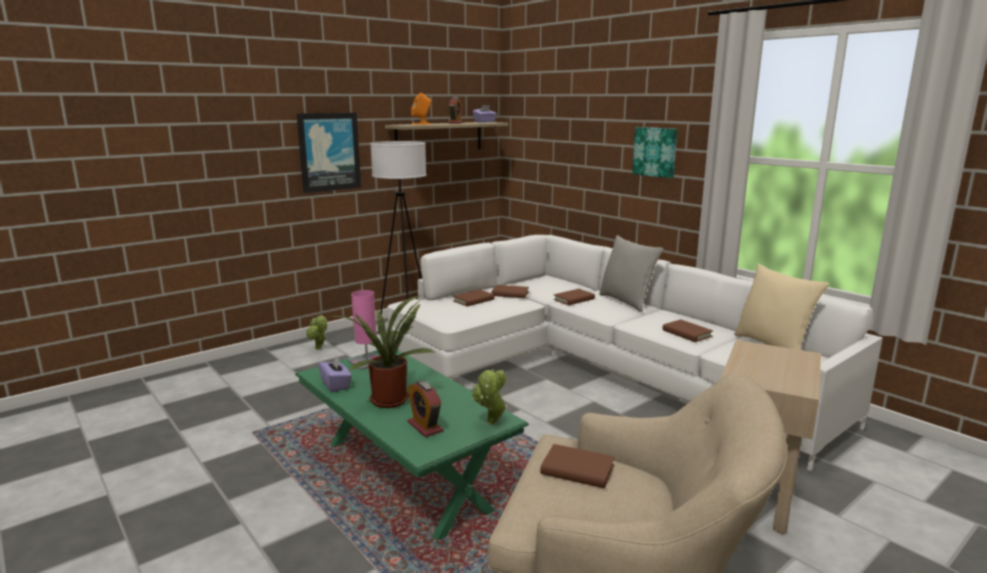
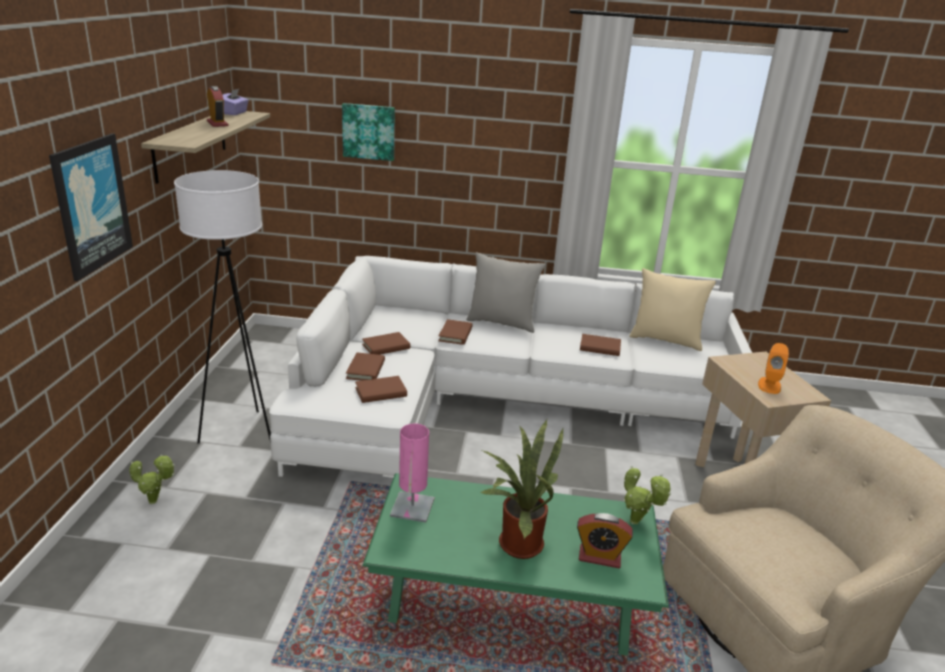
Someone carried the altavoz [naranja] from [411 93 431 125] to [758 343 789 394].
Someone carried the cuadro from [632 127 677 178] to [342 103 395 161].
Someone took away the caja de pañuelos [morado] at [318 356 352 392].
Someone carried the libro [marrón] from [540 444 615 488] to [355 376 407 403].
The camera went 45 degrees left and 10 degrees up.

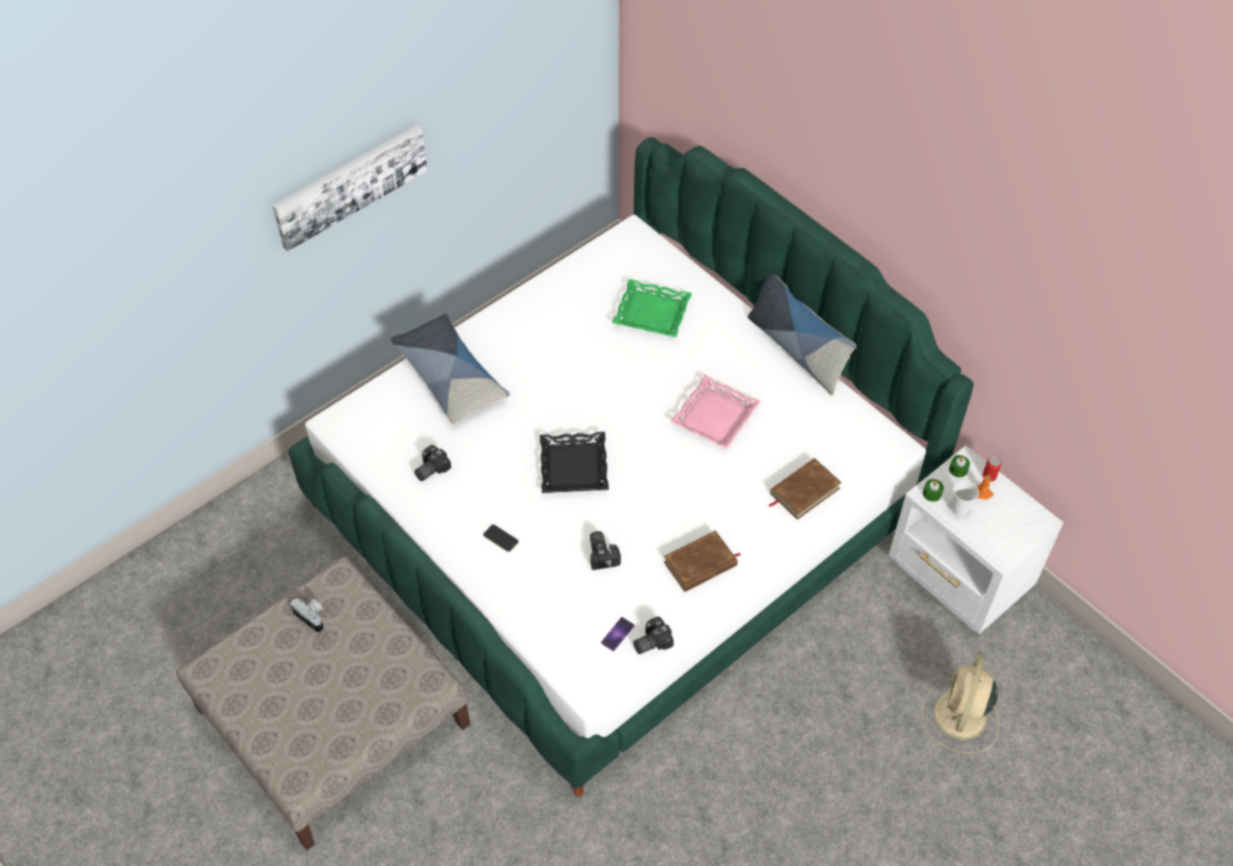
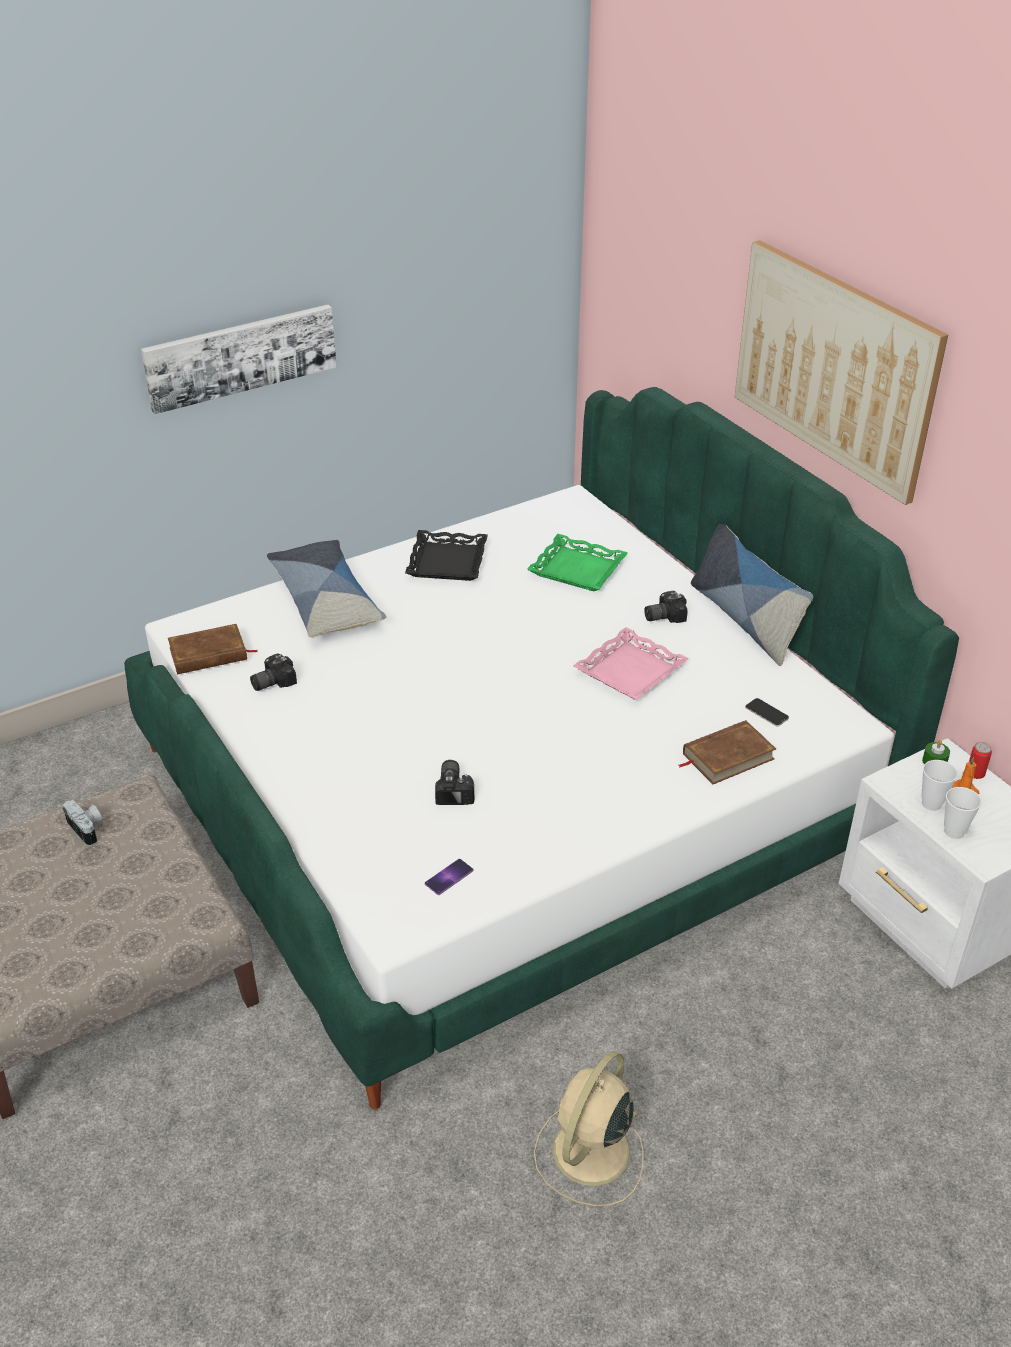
Someone carried the bandeja [negro] from [540 432 609 493] to [405 530 488 581].
Someone took away the vela [verde] at [923 479 944 502].
Someone carried the móvil from [483 524 519 552] to [745 698 789 726].
Someone carried the libro [marrón] from [664 530 740 592] to [168 624 257 674].
Someone carried the cámara from [633 617 674 654] to [644 591 688 623].
Someone carried the ventilador [beis] from [922 653 999 753] to [534 1051 644 1207].
Someone put up the cuadro at [735 240 948 505].
Someone put down the taza at [944 787 982 839].
The camera went 10 degrees right and 15 degrees down.

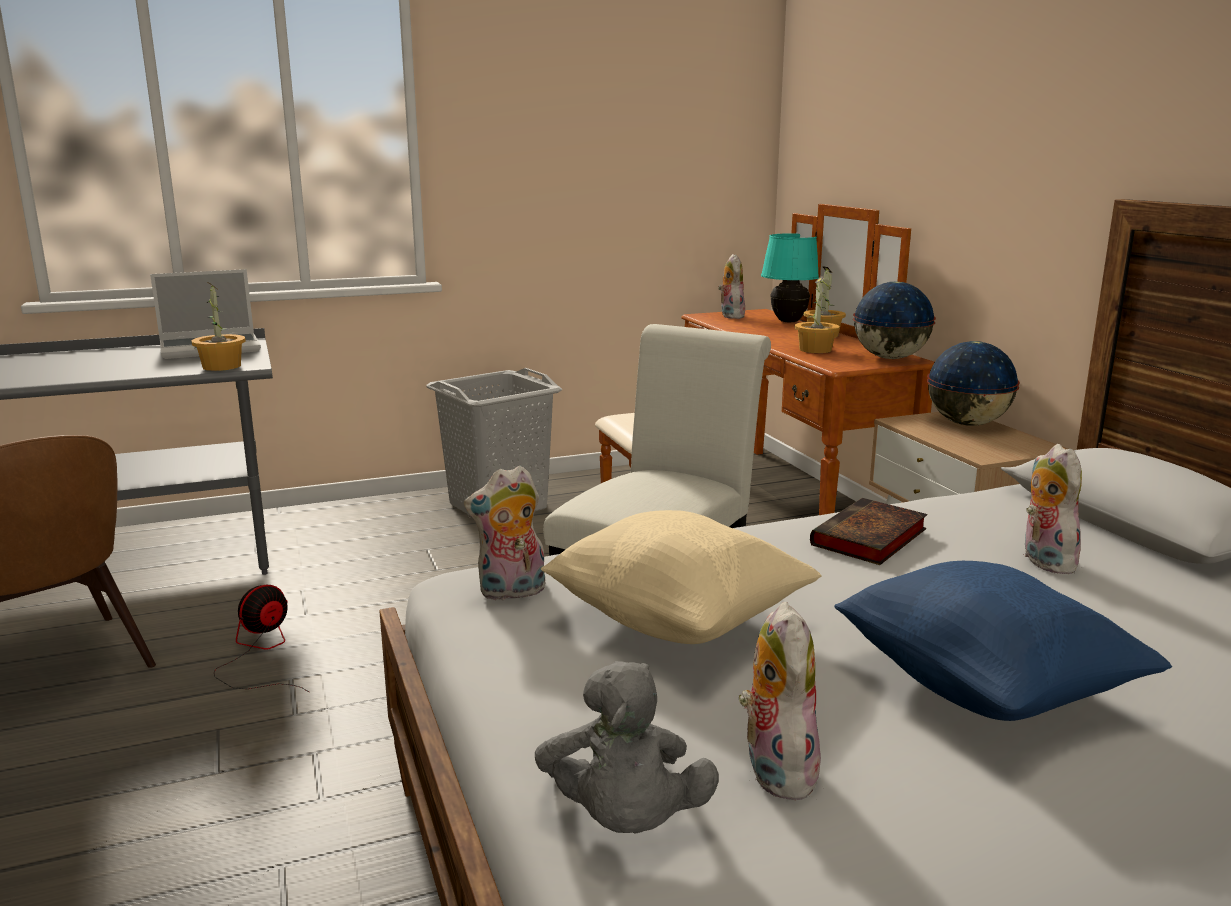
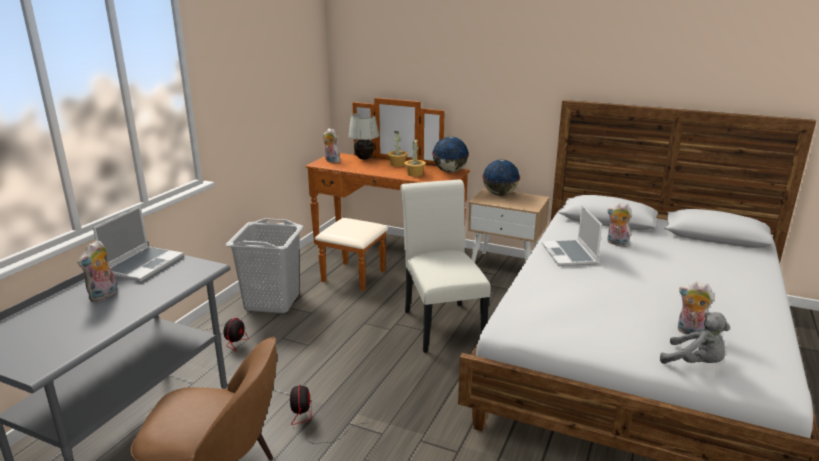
Someone repainted the lámpara de mesa [turquesa] at [761 233 819 322], which became the lámpara de mesa [blanco] at [348 113 379 160].
Someone took away the planta en maceta at [191 283 246 371].
Someone carried the peluche from [464 465 545 601] to [77 240 118 302].
Someone swapped the libro at [810 498 928 565] for the portátil at [542 205 602 266].
Someone took away the cojín [beis] at [541 510 821 644].
Someone took away the cojín [azul] at [834 561 1172 721].
Someone put down the ventilador at [207 318 248 351].
The camera went 45 degrees left and 5 degrees up.

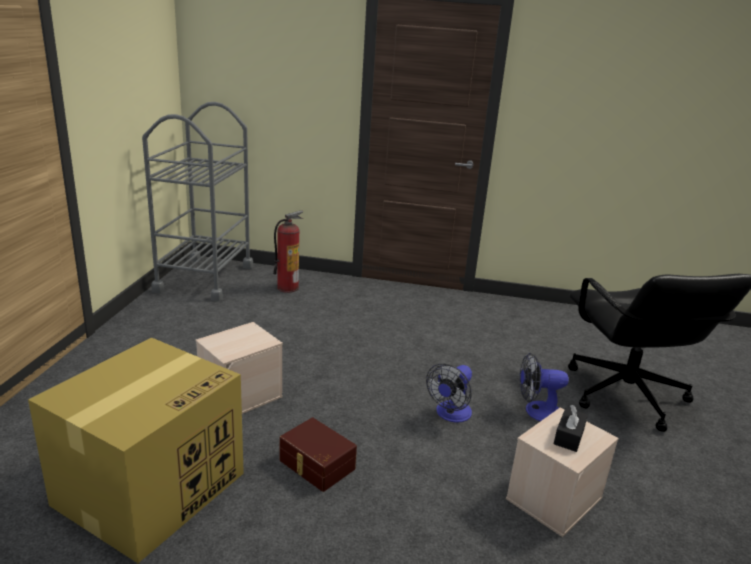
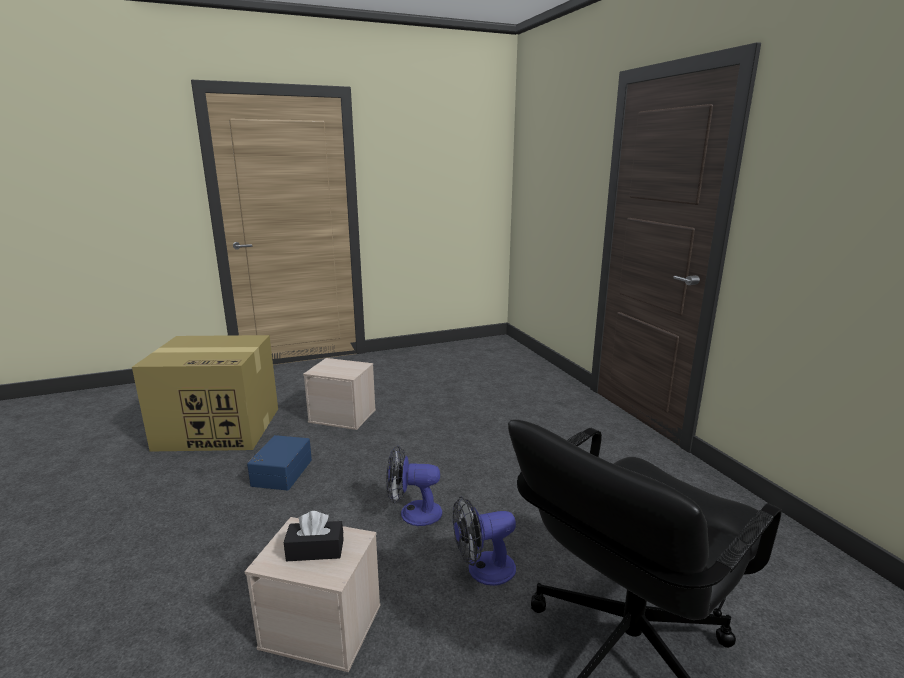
Someone took away the carrito [gris] at [142 102 253 301].
Someone took away the extintor at [273 210 303 293].
Someone rotated the ventilador at [520 353 569 421] by 75 degrees counterclockwise.
Someone repainted the caja de almacenaje [marrón] at [279 417 357 492], which became the caja de almacenaje [azul] at [247 435 312 491].
The camera went 60 degrees right and 5 degrees down.

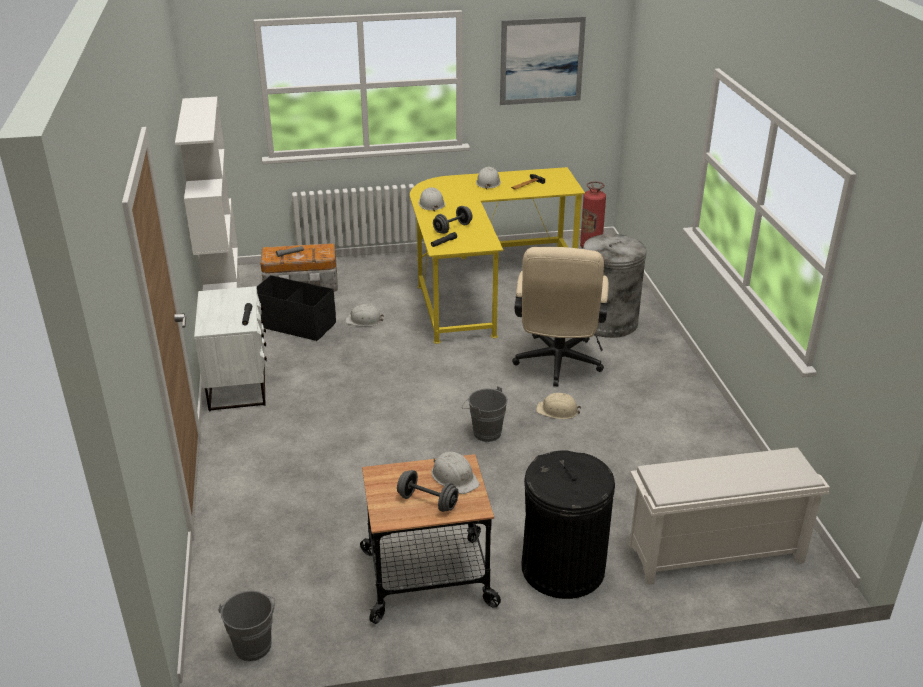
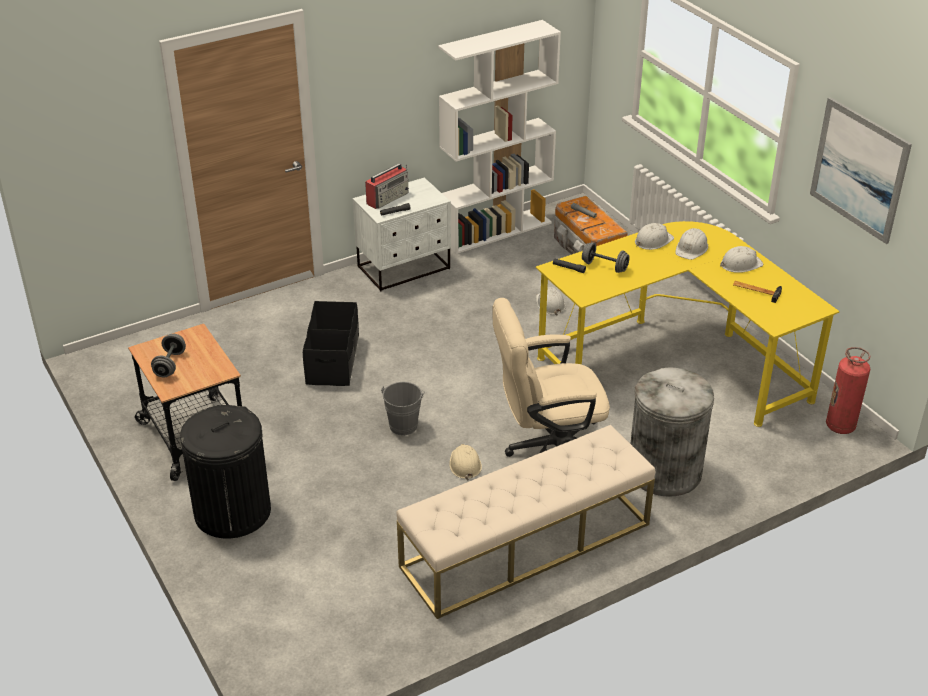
Someone carried the caja de almacenaje [negro] from [257 275 336 341] to [303 301 359 386].
Someone took away the zapatero [blanco] at [629 447 830 585].
Someone carried the casco [blanco] from [431 452 480 494] to [675 228 708 260].
Someone took away the cubo [gris] at [218 590 275 662].
Someone put down the radio at [365 164 409 209].
Someone put down the banco [beis] at [397 425 655 619].
The camera went 70 degrees right and 5 degrees up.

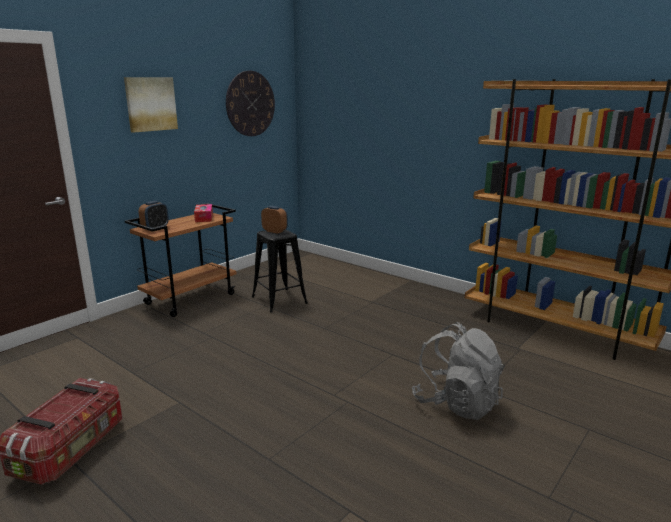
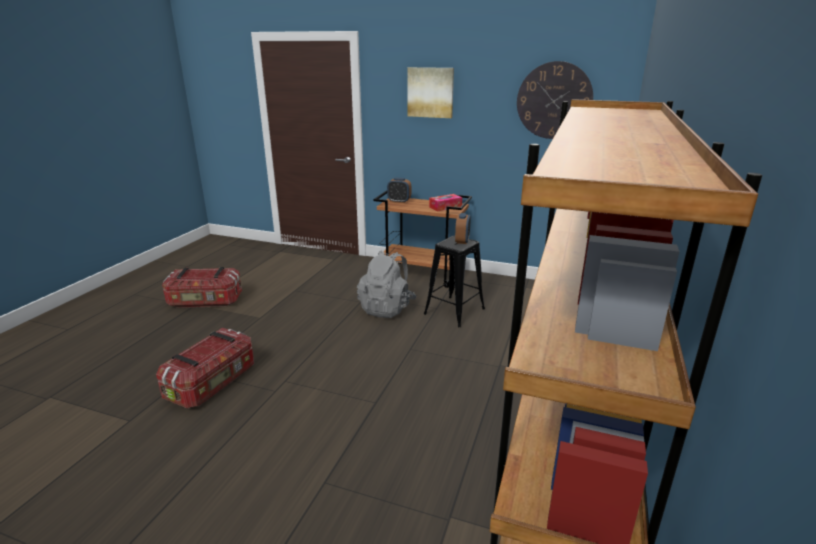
Someone carried the mochila [gris] from [412 322 505 420] to [357 250 417 318].
Someone put down the caja de almacenaje at [156 328 254 409].
The camera went 70 degrees right and 5 degrees up.

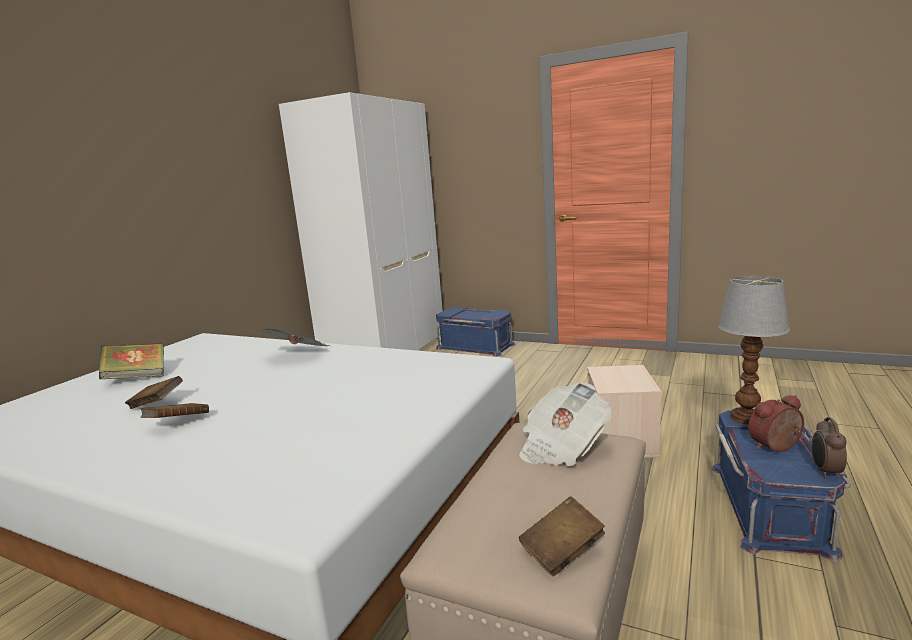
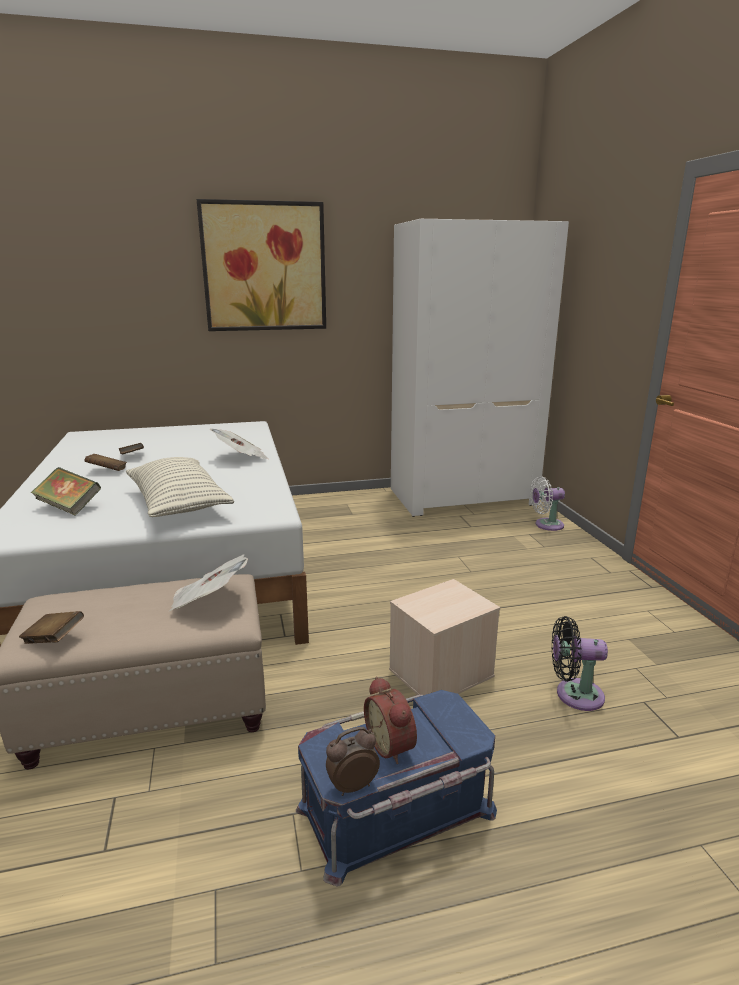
Someone took away the lámpara de mesa at [717 276 790 425].
Someone swapped the caja de almacenaje [azul] at [436 307 515 357] for the ventilador [blanco] at [530 476 565 531].
Someone carried the libro from [99 343 164 379] to [31 467 101 516].
Someone rotated the despertador at [748 395 804 452] by 150 degrees counterclockwise.
Someone put up the cuadro at [197 199 326 331].
Someone put down the cojín at [126 457 234 517].
Someone put down the ventilador [negro] at [552 616 608 711].
The camera went 50 degrees right and 5 degrees up.

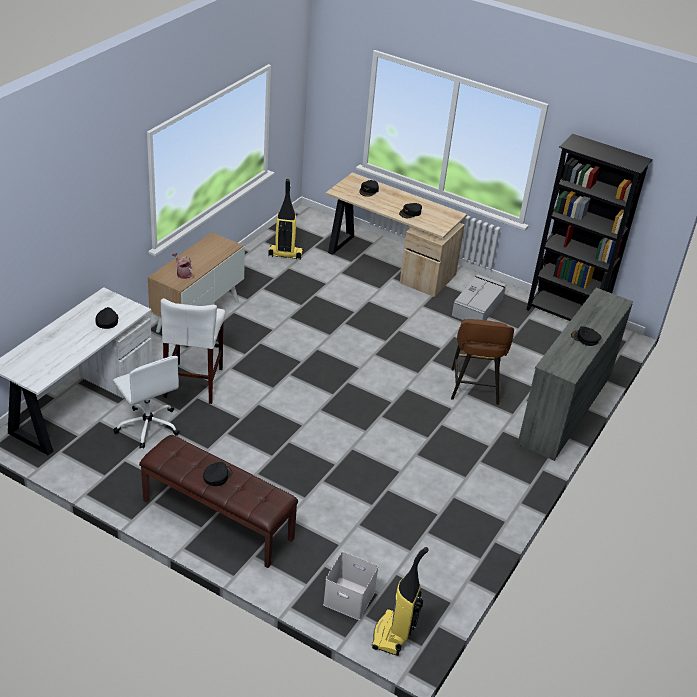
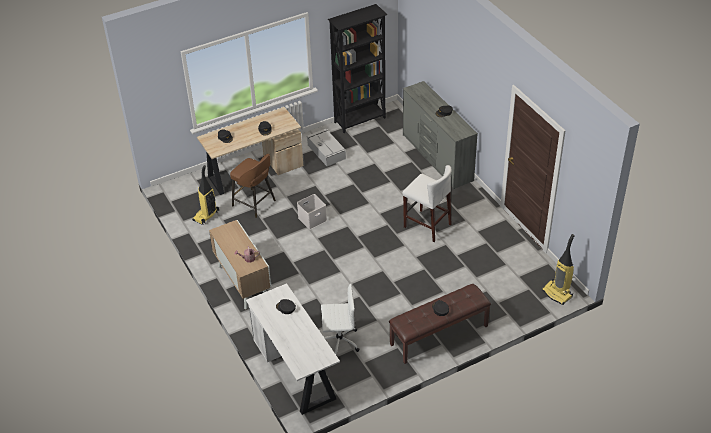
Someone carried the taburete [blanco] from [161 298 226 404] to [402 165 452 242].
Someone carried the taburete [marrón] from [451 319 514 405] to [230 154 276 218].
Someone carried the caja de almacenaje [blanco] from [323 552 378 620] to [297 194 327 230].
The camera went 55 degrees left and 5 degrees up.

